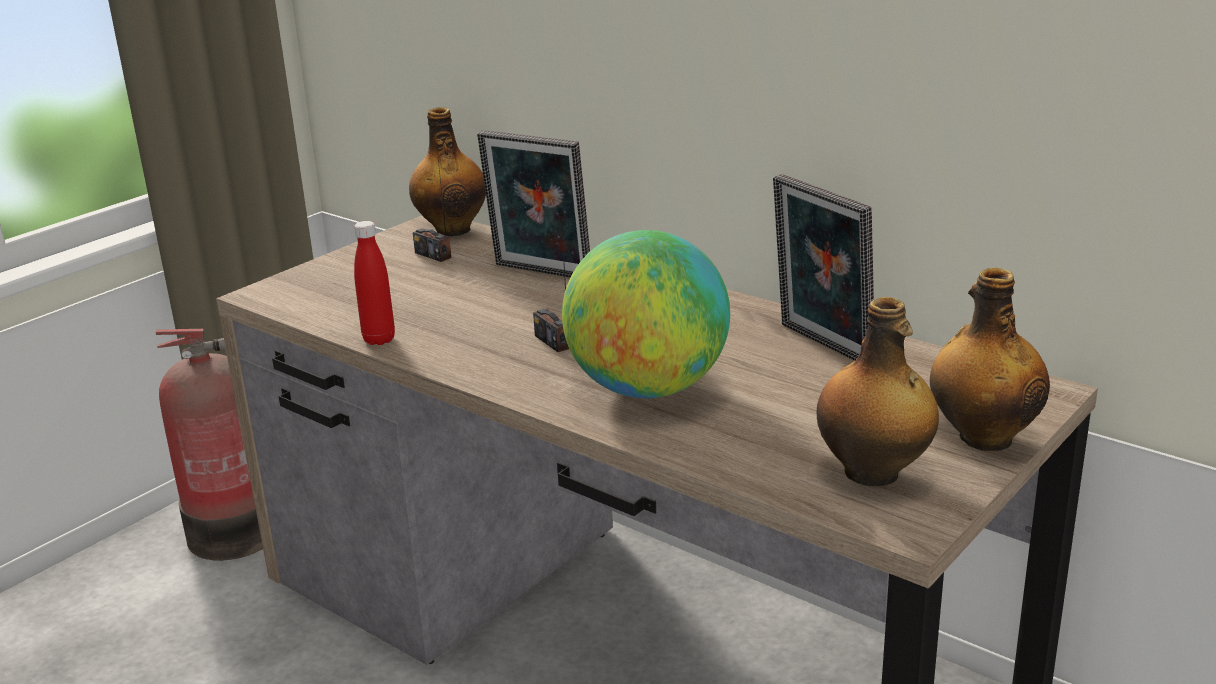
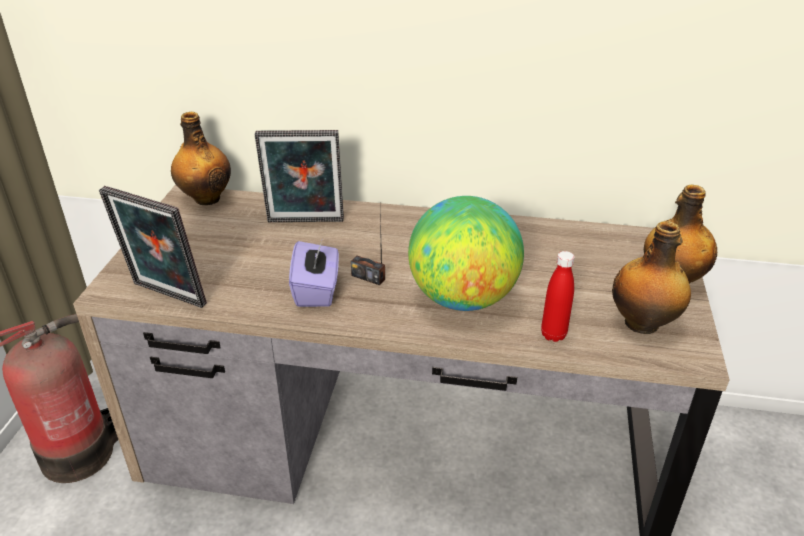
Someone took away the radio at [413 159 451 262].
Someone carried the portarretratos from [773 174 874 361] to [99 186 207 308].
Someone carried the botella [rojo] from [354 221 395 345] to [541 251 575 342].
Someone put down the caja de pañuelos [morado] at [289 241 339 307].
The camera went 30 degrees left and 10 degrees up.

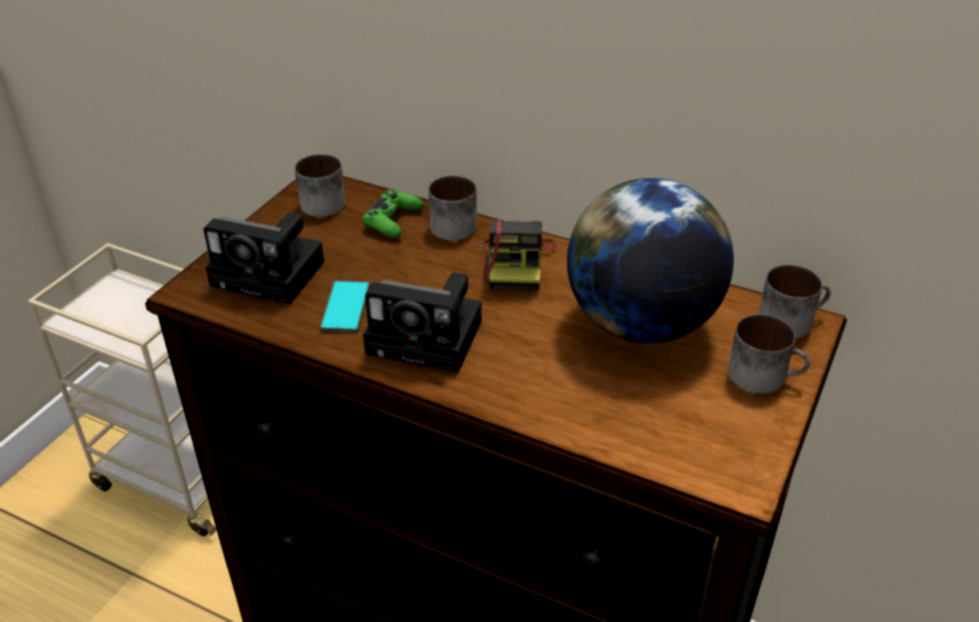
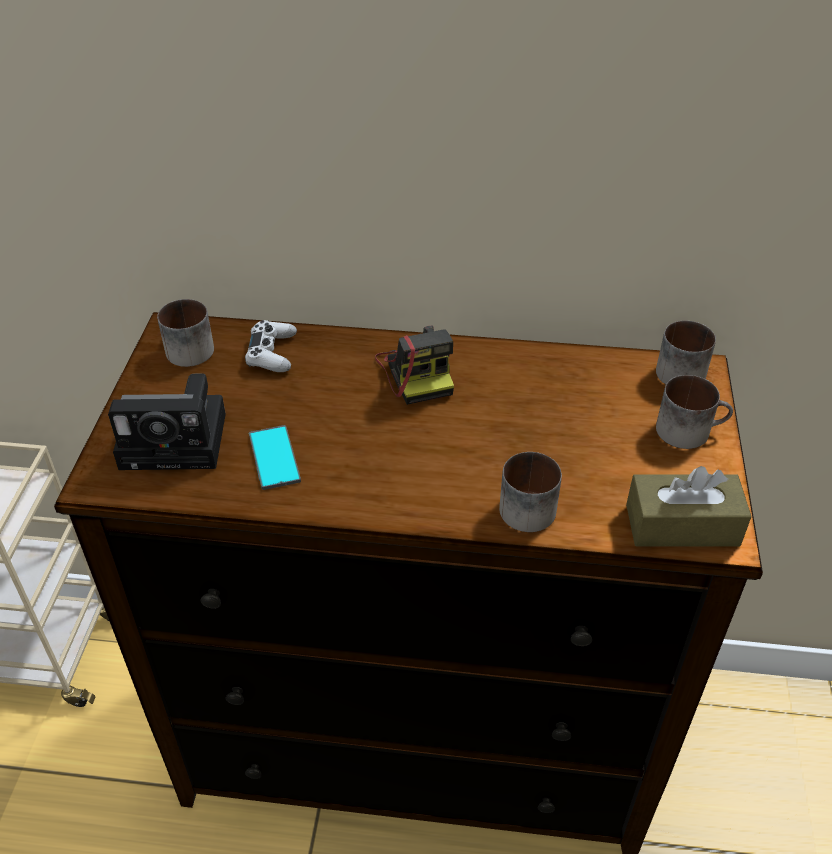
Someone carried the taza grande from [428 176 477 241] to [499 452 562 532].
Someone took away the globo terráqueo at [567 178 734 344].
Someone repainted the mando de consola [verde] at [362 189 424 238], which became the mando de consola [blanco] at [245 320 297 372].
Someone took away the cámara at [363 272 482 372].
Someone put down the caja de pañuelos [marrón] at [626 466 752 547].
The camera went 20 degrees left and 5 degrees up.

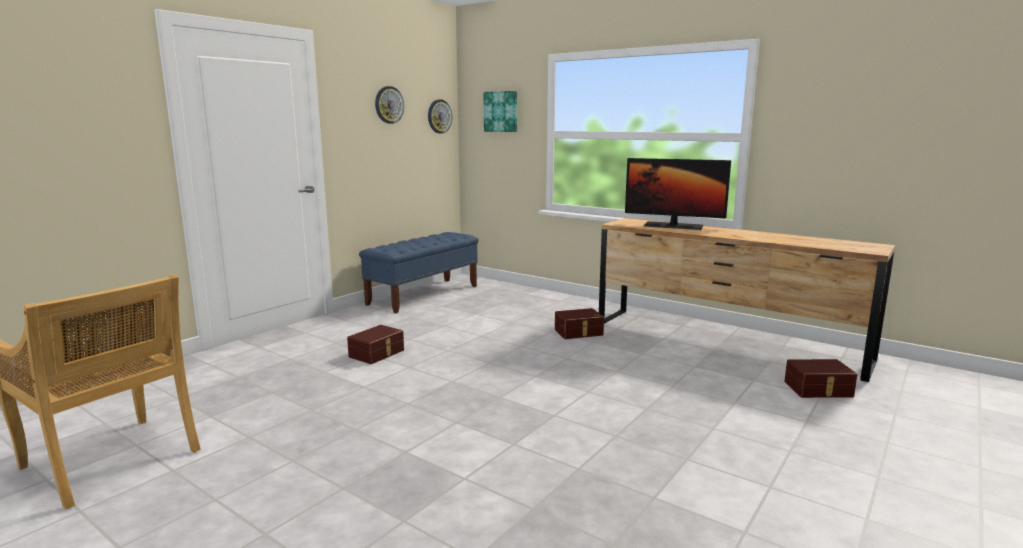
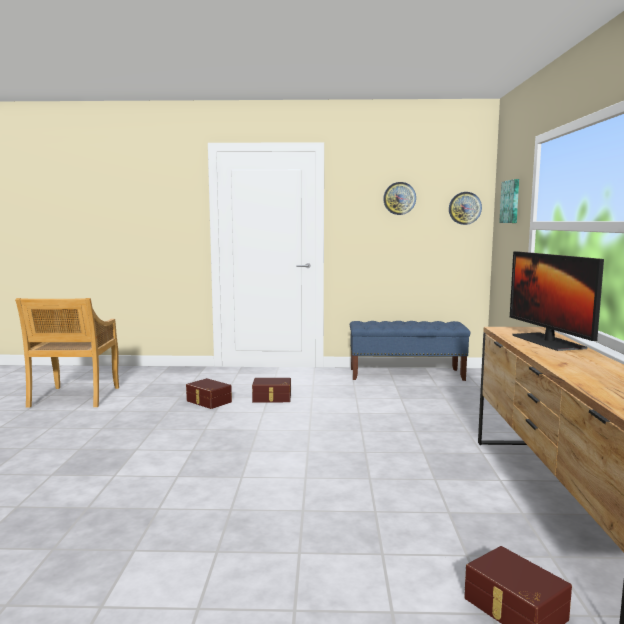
Someone carried the caja de almacenaje [marrón] from [555 308 604 339] to [186 378 232 409].
The camera went 55 degrees right and 5 degrees down.

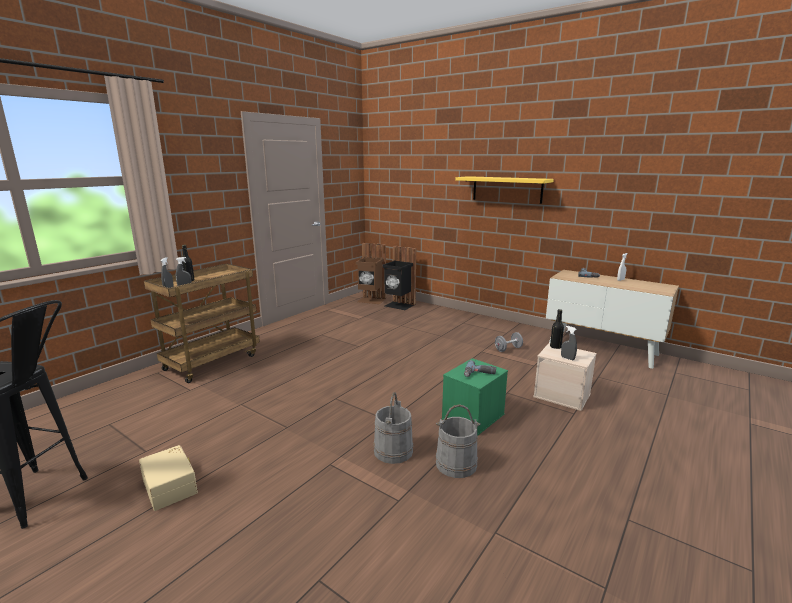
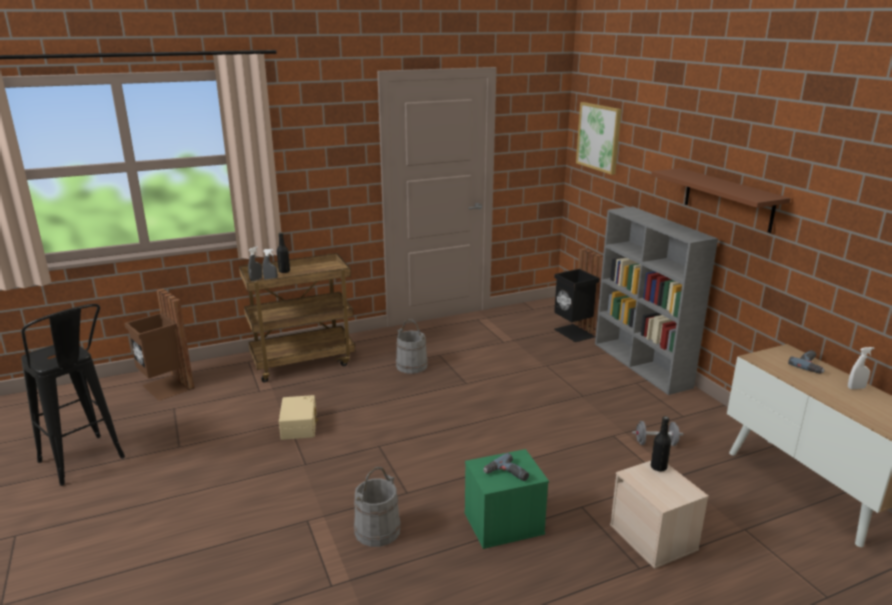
Someone repainted the estante [amarillo] at [455 176 554 204], which became the estante [marrón] at [651 168 791 233].
Someone carried the papelera [marrón] from [356 243 386 304] to [124 288 195 401].
Someone took away the pulverizador [gris] at [561 326 577 360].
Someone carried the cubo [gris] from [436 404 481 478] to [396 319 428 374].
Someone carried the caja de almacenaje [beis] from [139 445 198 511] to [279 395 318 440].
Someone put up the cuadro at [576 102 622 175].
Someone put down the estantería [gris] at [595 207 718 395].
The camera went 30 degrees right and 5 degrees up.

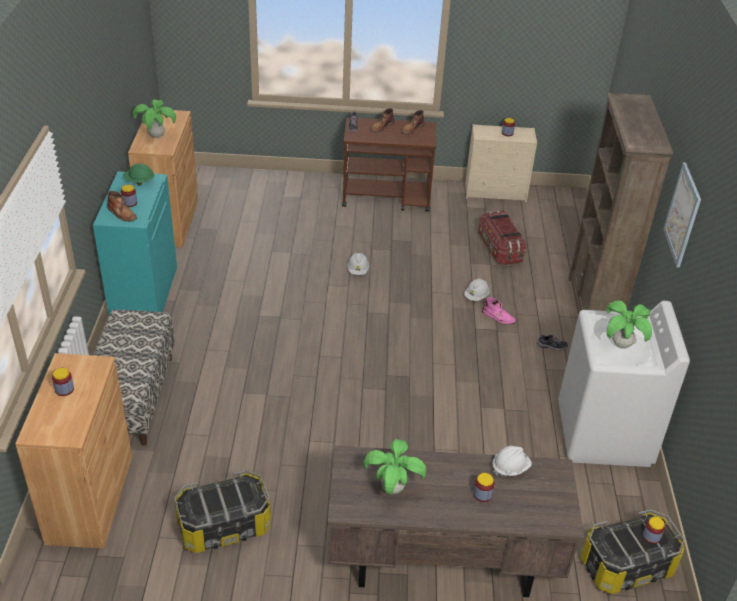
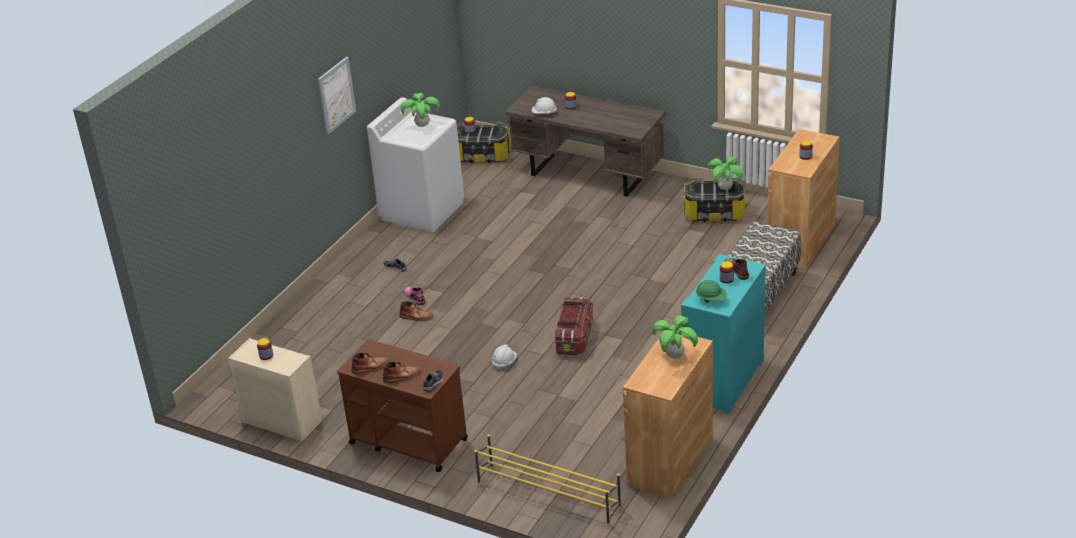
Someone took away the estantería [marrón] at [568 93 673 315].
Someone carried the caja de almacenaje from [478 211 526 265] to [555 297 593 355].
Someone swapped the casco [blanco] at [464 278 490 301] for the bota [marrón] at [400 301 433 321].
Someone carried the planta en maceta from [363 439 426 494] to [708 156 743 190].
Someone put down the zapatero [amarillo] at [475 434 621 526].
The camera went 150 degrees left and 5 degrees down.

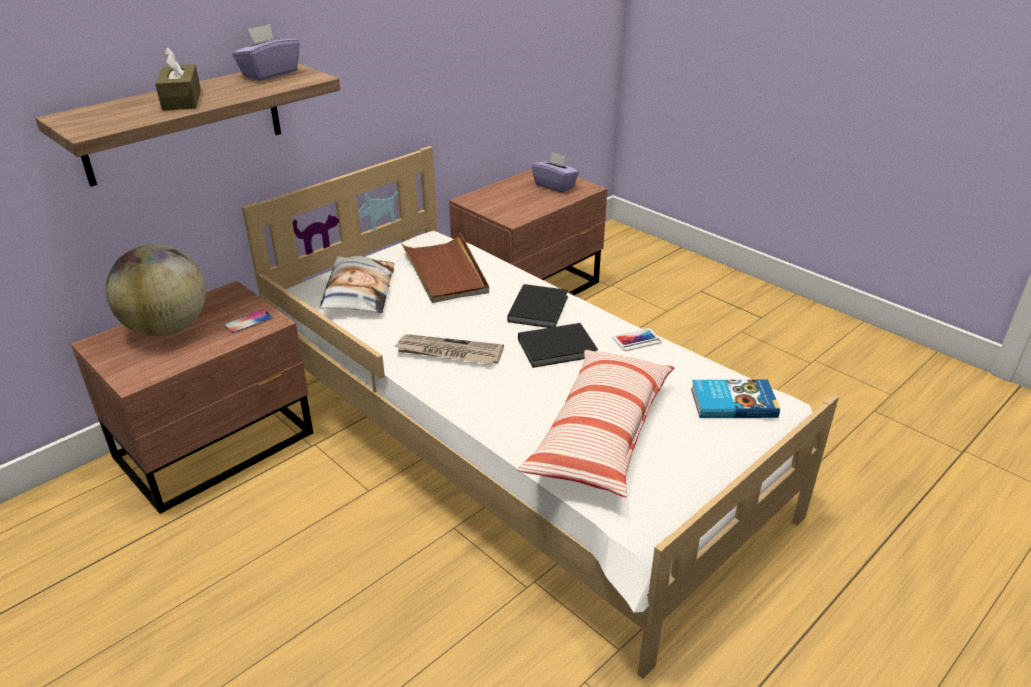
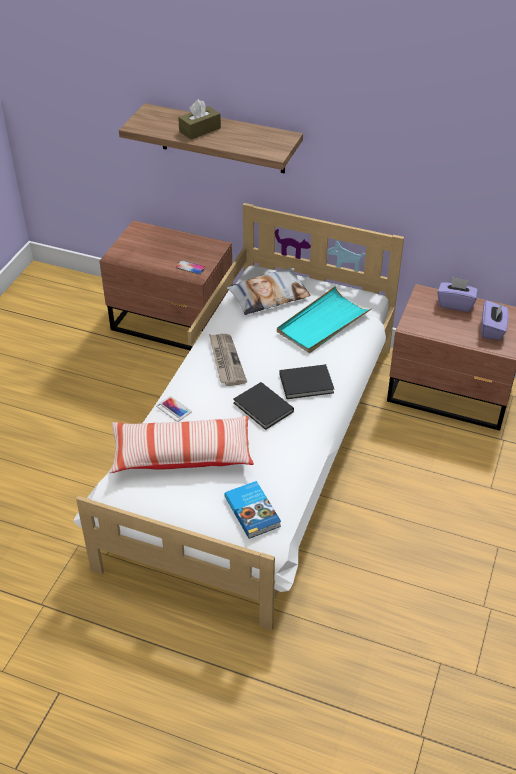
Someone carried the caja de pañuelos [morado] from [232 24 300 81] to [437 277 478 312].
Someone repainted the bandeja [marrón] at [401 233 489 303], which became the bandeja [turquesa] at [277 286 372 353].
Someone took away the globo terráqueo at [106 244 206 337].
Someone carried the móvil from [612 328 662 351] to [156 396 192 422].
The camera went 65 degrees right and 10 degrees up.

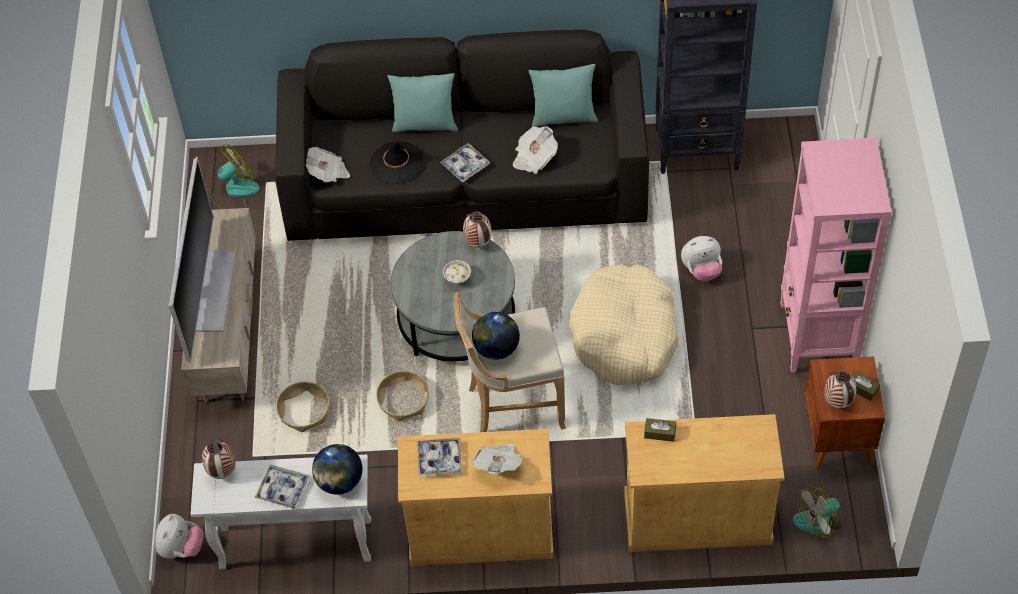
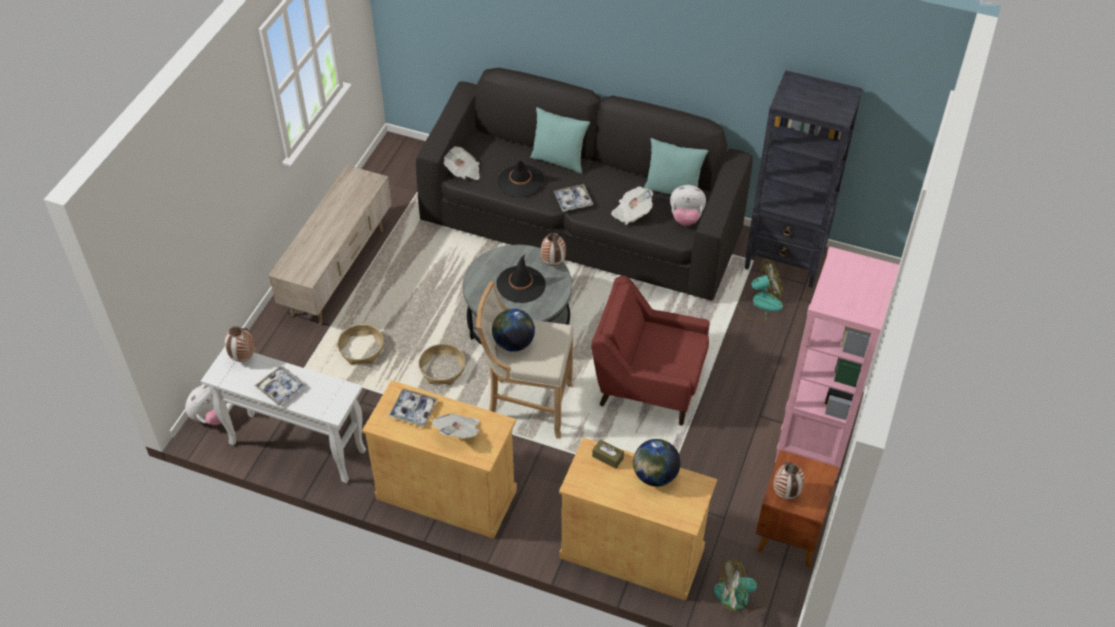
Someone carried the ventilador from [212 144 260 209] to [738 259 783 324].
Someone took away the televisor at [169 157 235 363].
Someone carried the peluche from [681 236 722 282] to [670 185 706 226].
Someone swapped the cuenco [blanco] at [443 260 471 284] for the sombrero [negro] at [496 254 546 303].
Someone swapped the cama para perro [beis] at [568 264 678 386] for the sillón [rojo] at [591 276 710 426].
Someone took away the caja de pañuelos [marrón] at [852 370 880 401].
Someone carried the globo terráqueo from [312 444 362 495] to [633 439 680 487].
The camera went 20 degrees right and 5 degrees down.

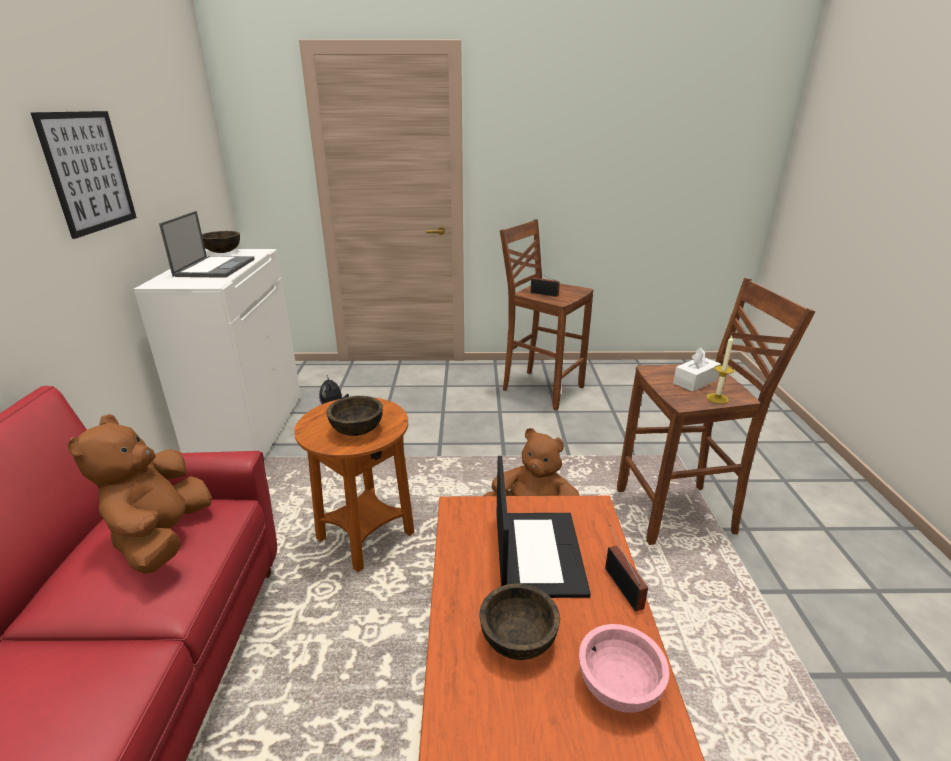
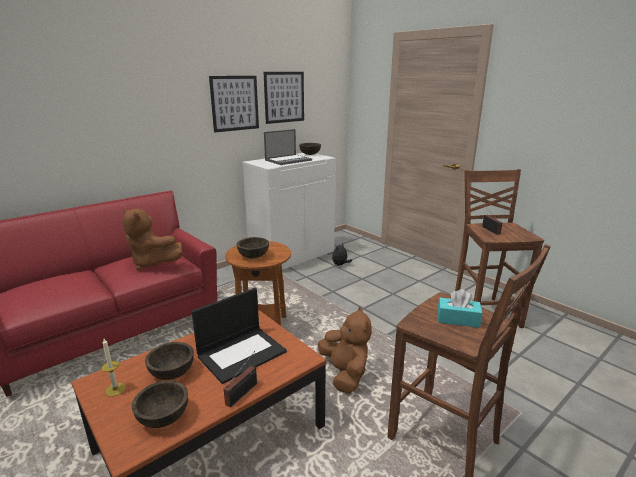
Someone carried the vela from [706 336 734 404] to [101 339 126 397].
Someone repainted the caja de pañuelos [blanco] at [673 348 721 392], which became the caja de pañuelos [turquesa] at [438 289 482 328].
Someone rotated the peluche [marrón] at [67 414 212 574] by 105 degrees counterclockwise.
Someone repainted the cuenco [rosa] at [579 624 669 713], which became the cuenco [marrón] at [132 381 188 428].
Someone put up the cuadro at [263 72 304 124].
The camera went 50 degrees right and 5 degrees down.

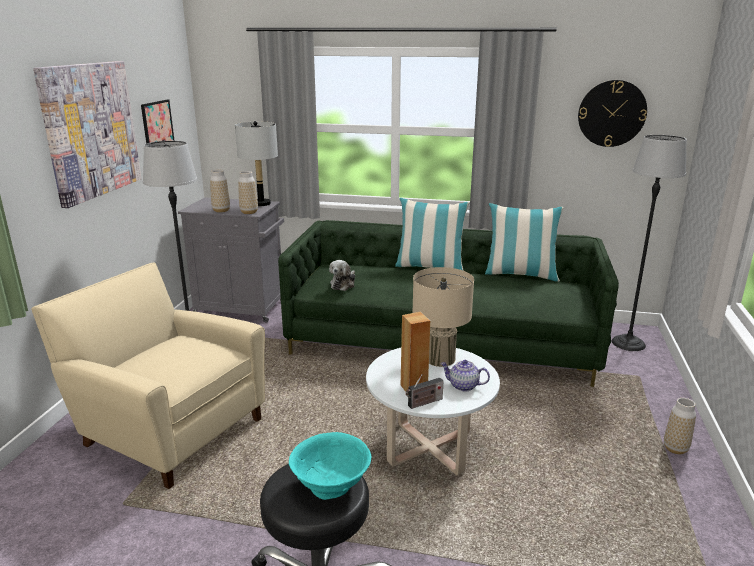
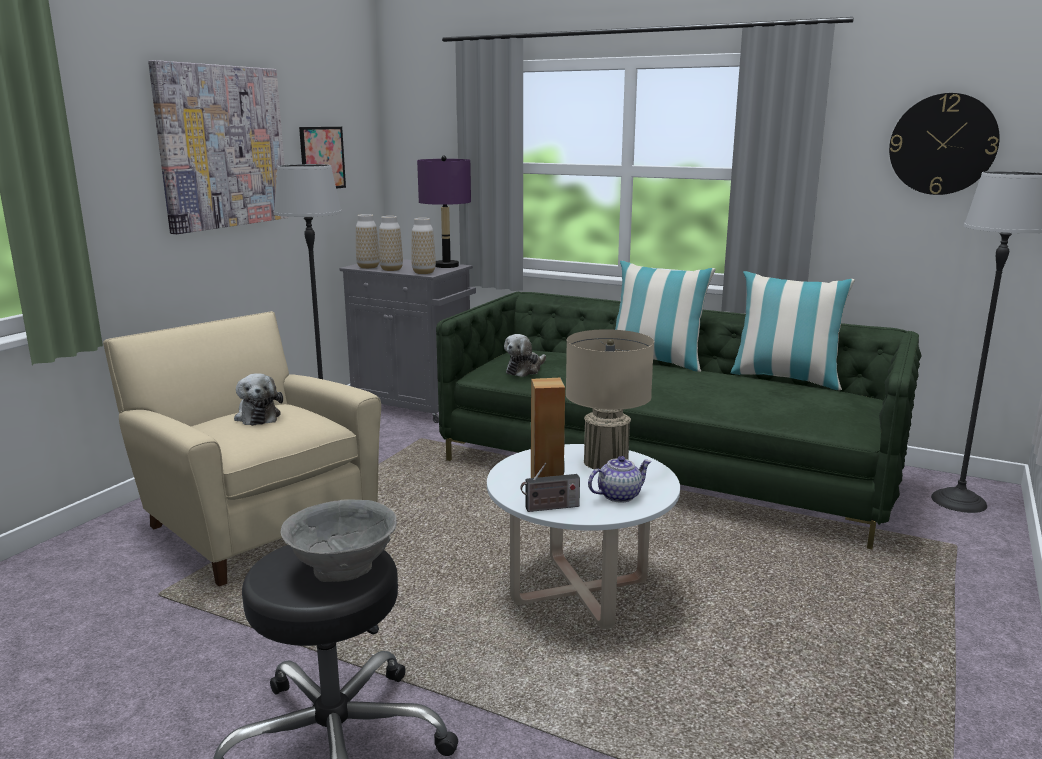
Someone repainted the lámpara de mesa [gris] at [235 121 278 206], which became the lámpara de mesa [morado] at [417 155 471 268].
Someone rotated the tetera at [440 360 490 391] by 120 degrees clockwise.
Someone carried the florero from [664 398 696 454] to [356 214 379 269].
Someone repainted the cuenco [turquesa] at [289 432 371 500], which became the cuenco [gris] at [281 499 397 582].
Someone put down the peluche at [234 373 283 426].
The camera went 15 degrees right and 5 degrees down.

